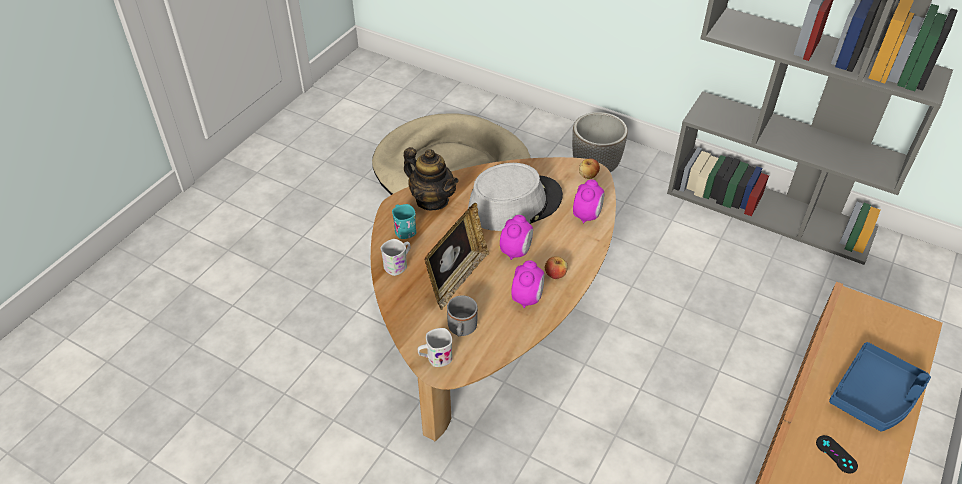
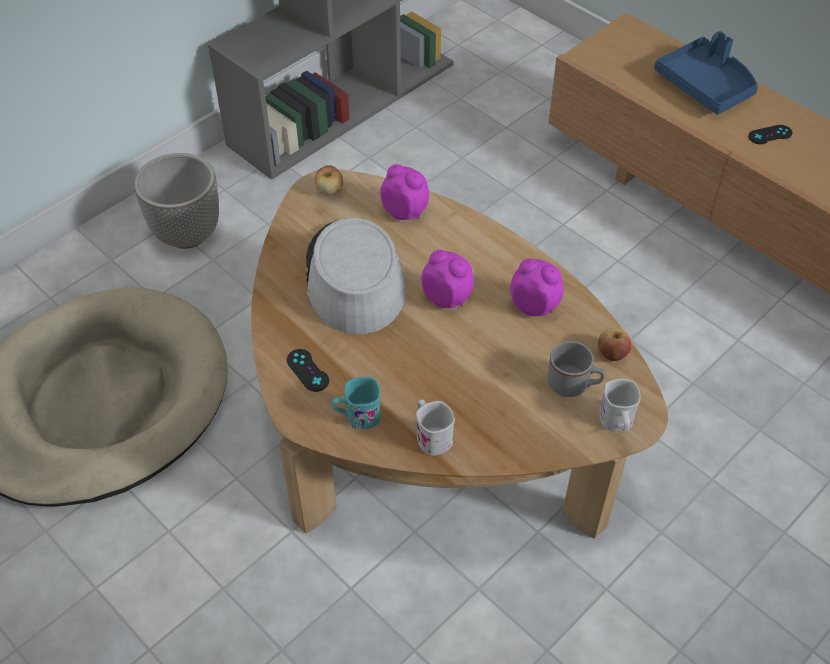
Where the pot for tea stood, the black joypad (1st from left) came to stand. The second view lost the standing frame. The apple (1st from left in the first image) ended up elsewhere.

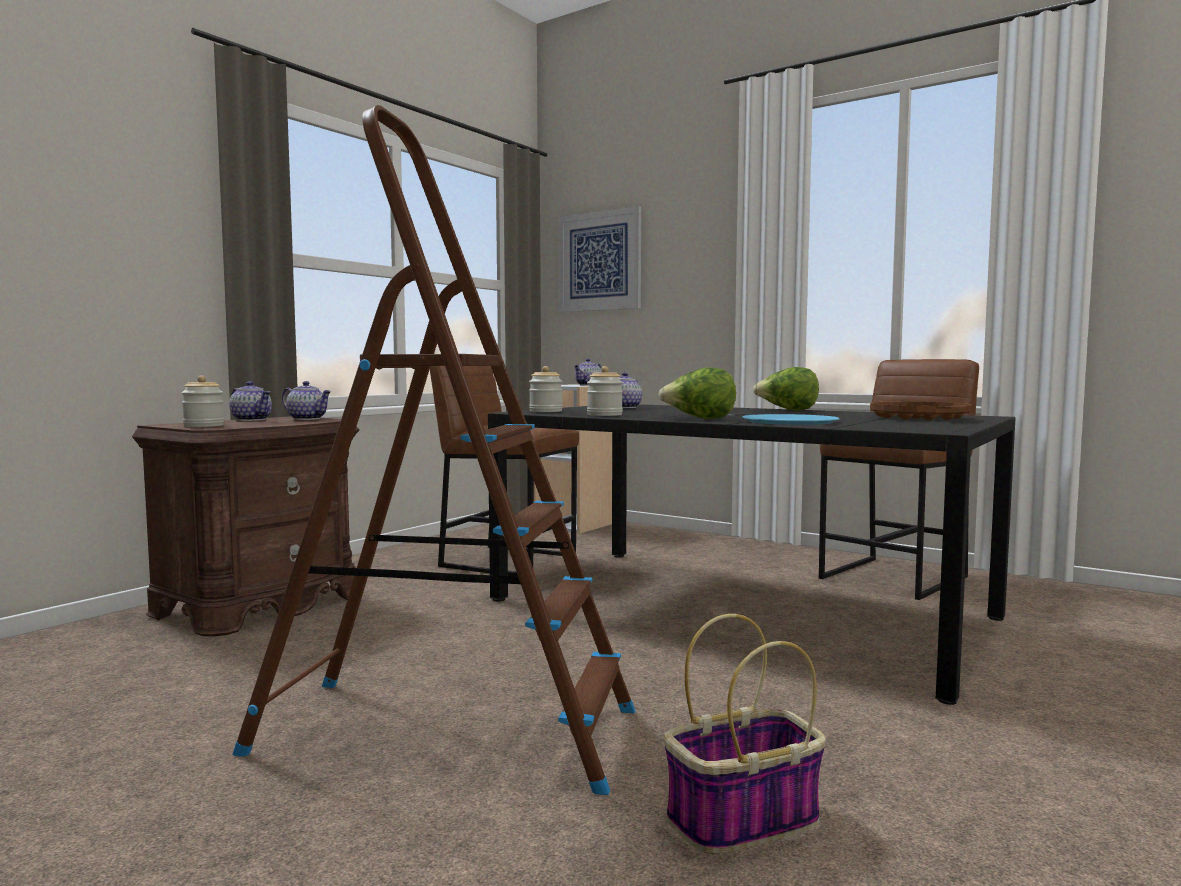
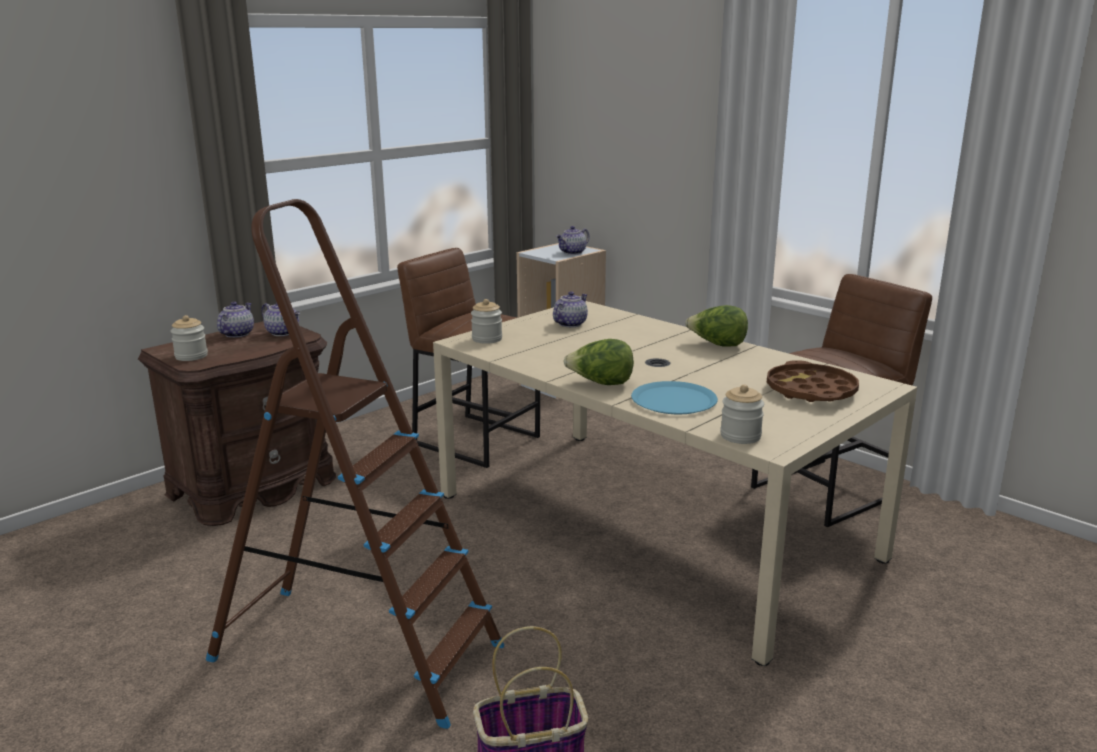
The second view lost the picture. The jar (3rd from left) ended up elsewhere. The pot for tea (1st from left) ended up facing another way, 120 degrees counterclockwise from before. What was the black dinner table turned into the beige-coloured dinner table.

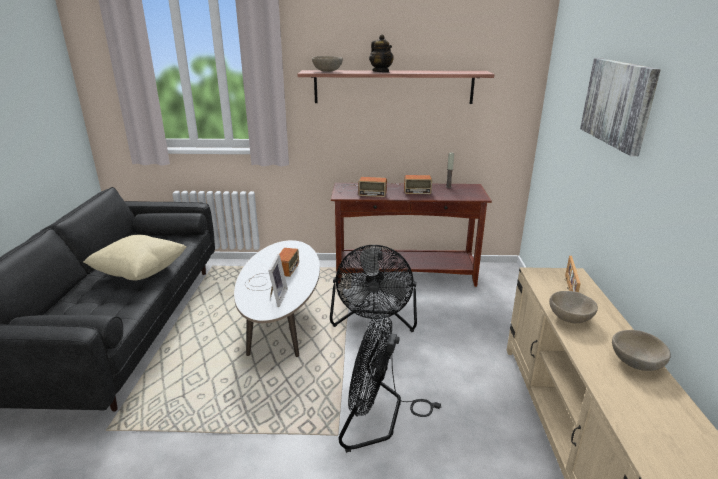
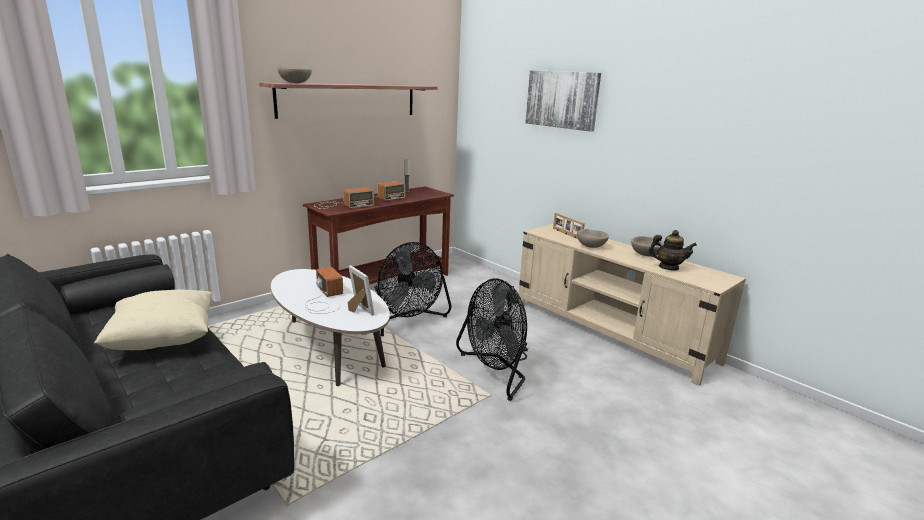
The pot for tea ended up elsewhere.

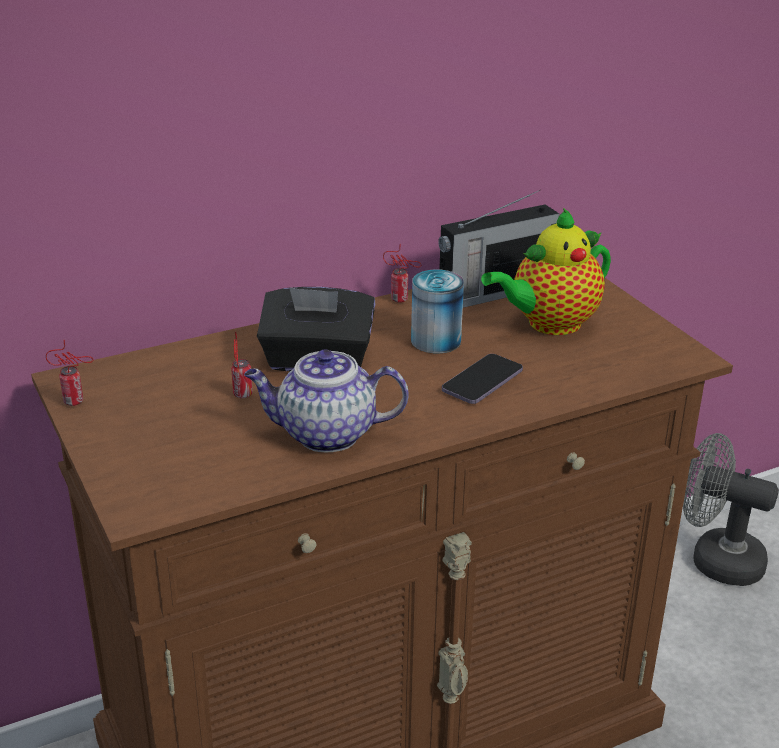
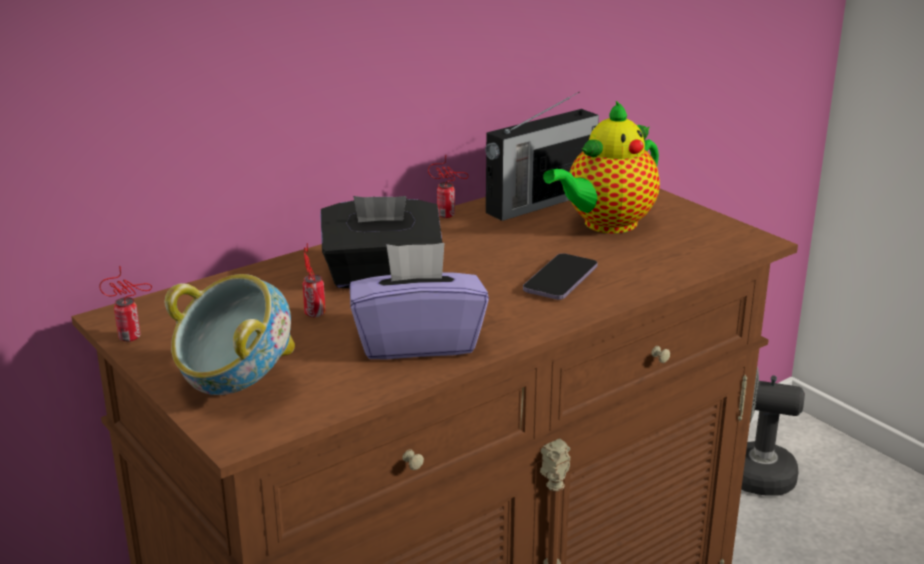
The second view lost the sealed can (4th from left). Where the pot for tea (1st from left) stood, the purple tissue box came to stand. The second view gained the serving bowl.

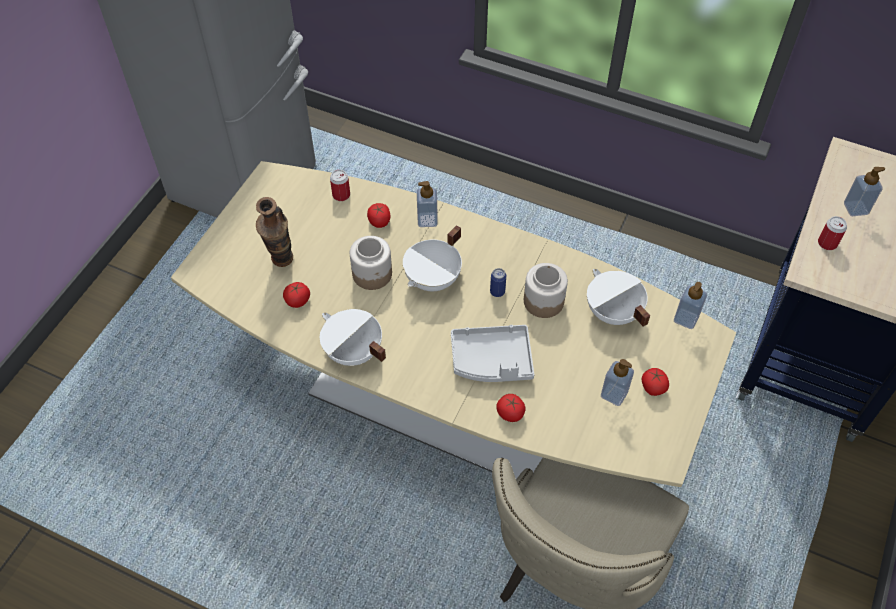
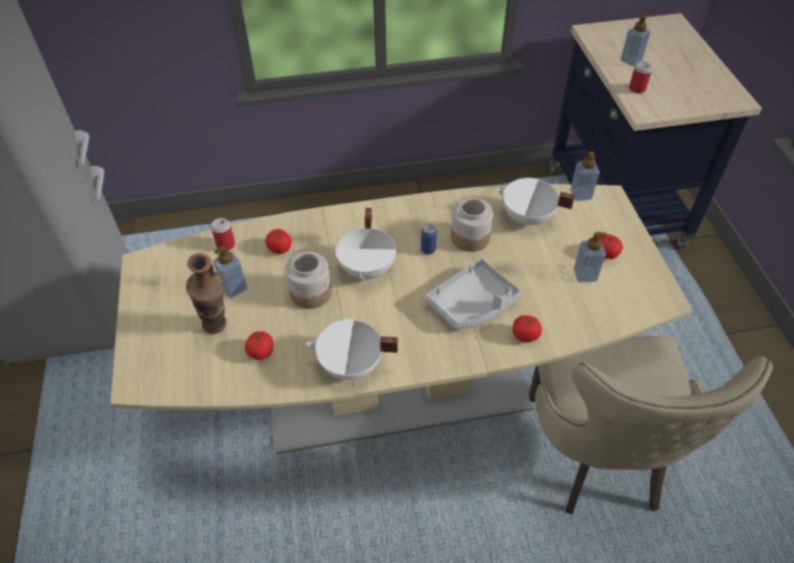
The soap bottle (1st from left) ended up elsewhere.

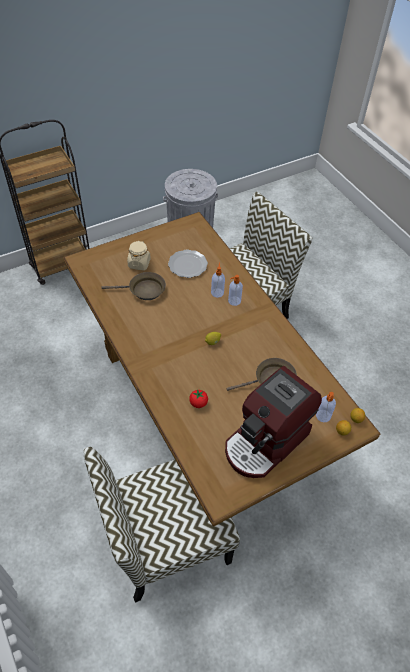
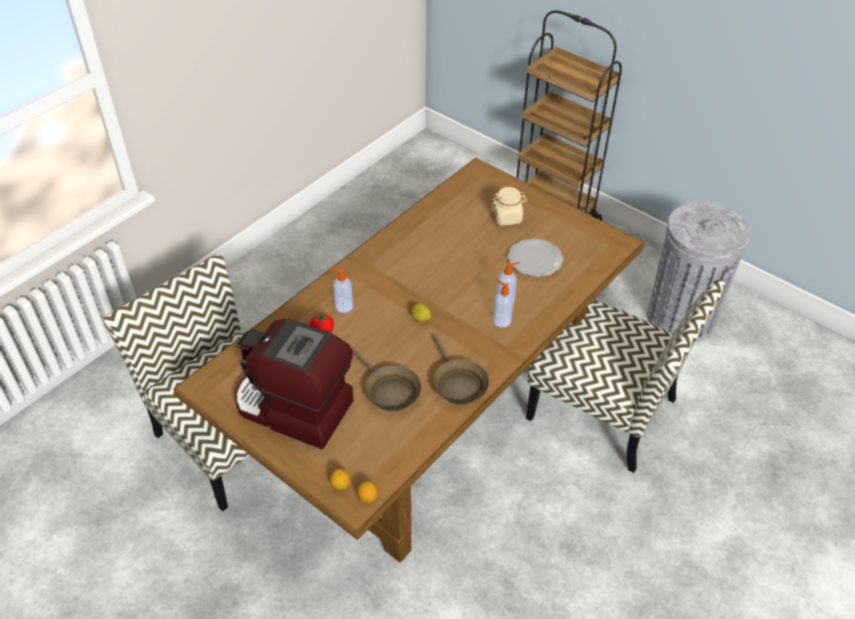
The brownish skillet (1st from left in the first image) ended up elsewhere. The soap bottle (3rd from left in the first image) ended up elsewhere.

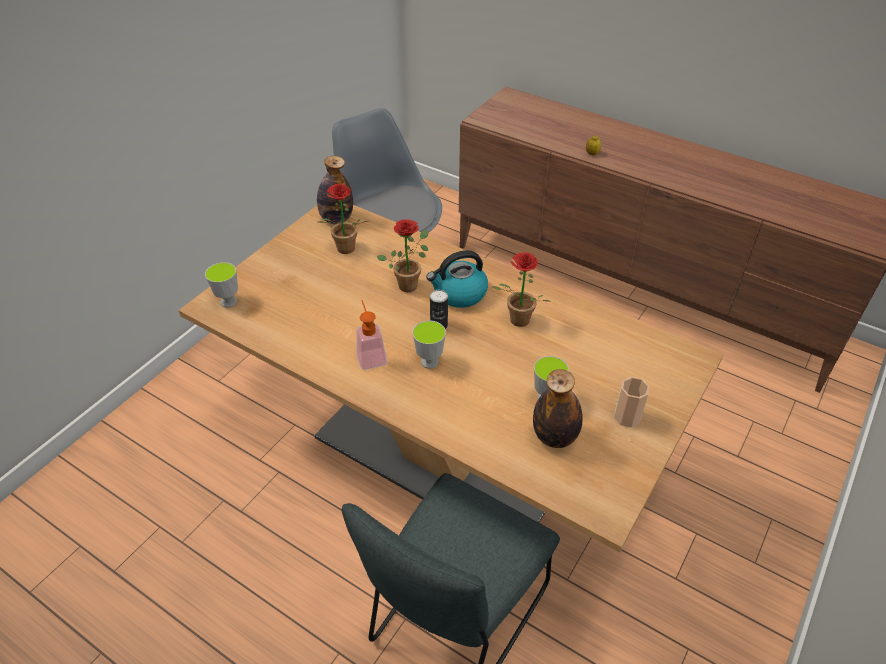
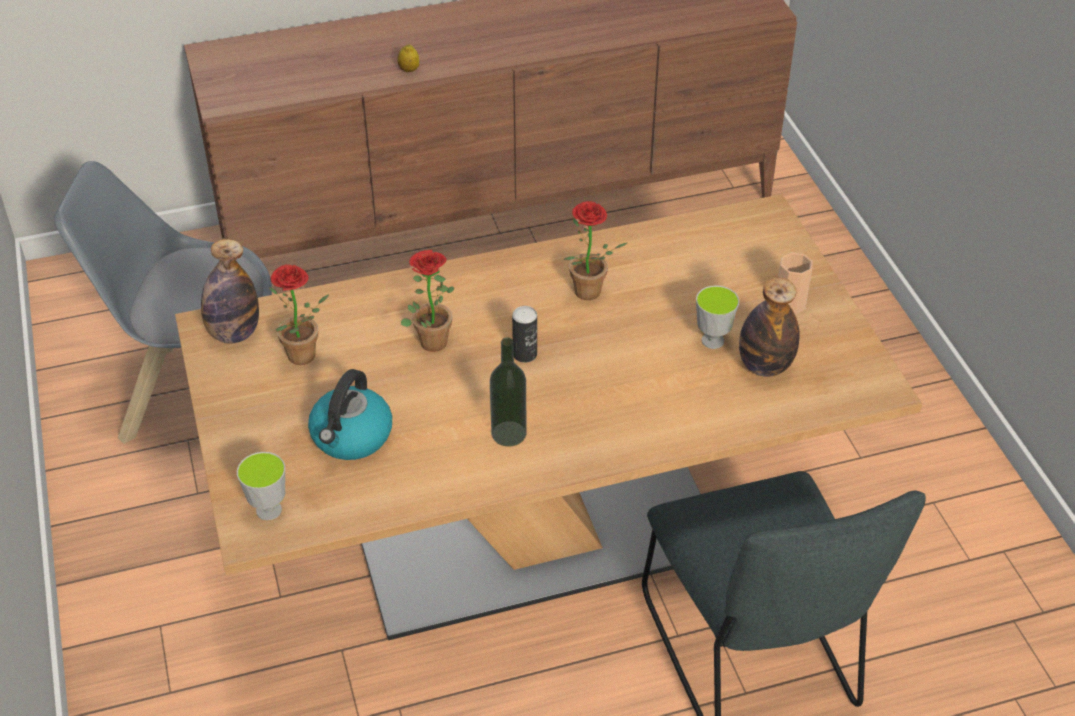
The tea kettle ended up elsewhere. Where the soap bottle stood, the drink bottle (2nd from left) came to stand. The second view lost the drinking cup (2nd from left).

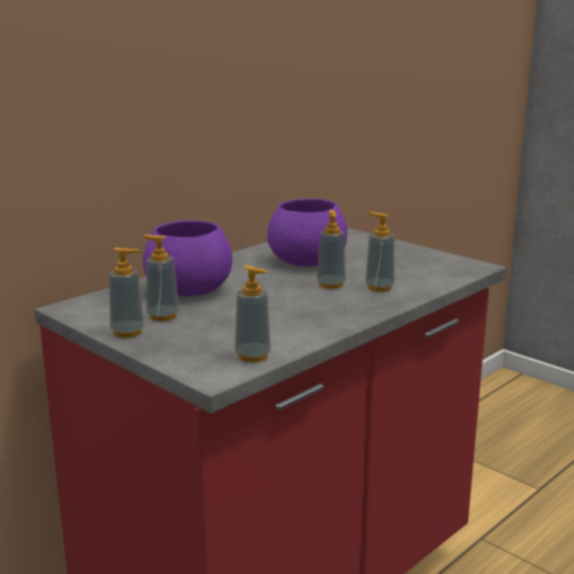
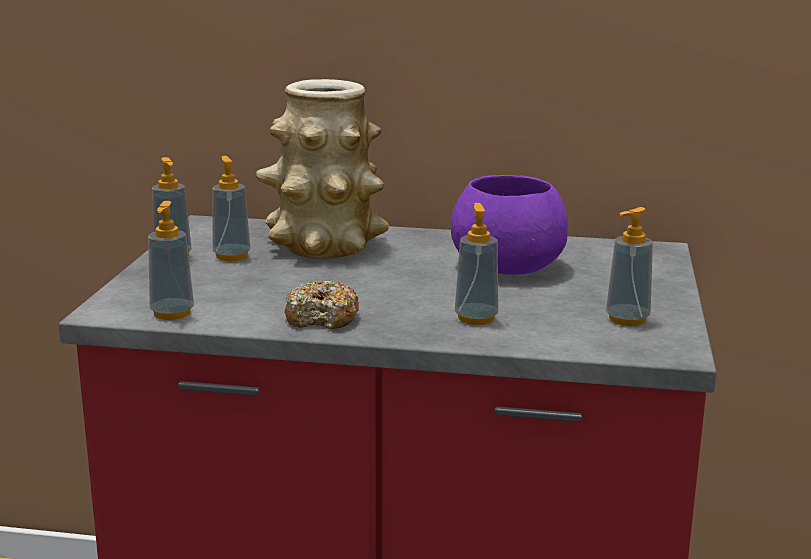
The soap bottle (4th from left in the first image) ended up elsewhere. Where the purple serving bowl (1st from left) stood, the flower vase came to stand. The second view gained the ring doughnut.

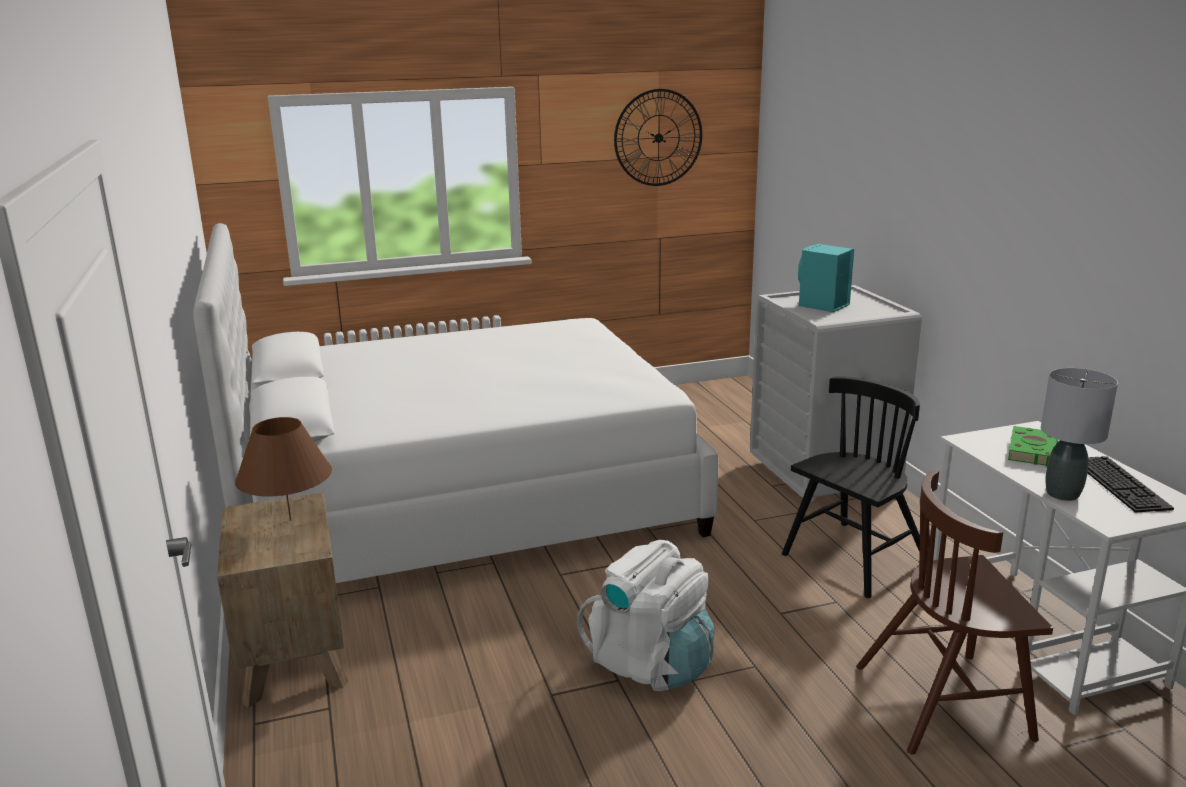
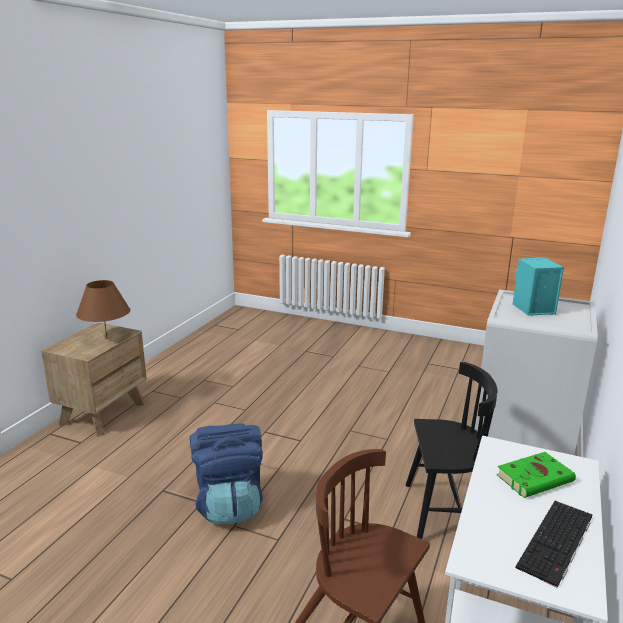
The second view lost the wall clock. The second view lost the white-coloured sleeping bed. The second view lost the grey table lamp. What was the white-coloured backpack turned into the bluish backpack.

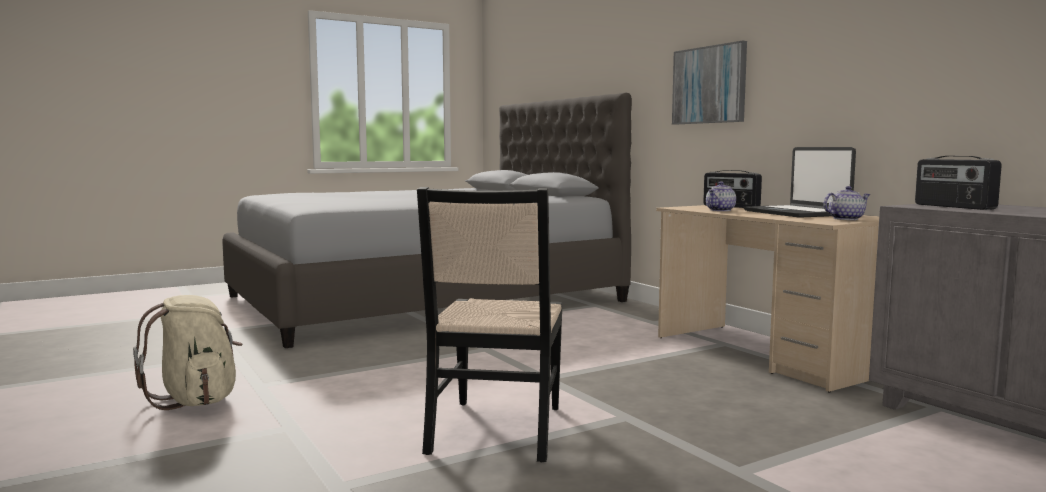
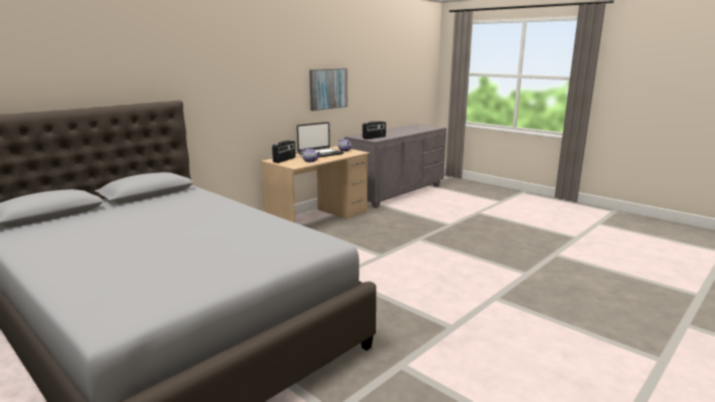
The picture ended up elsewhere. The second view lost the upright chair. The second view lost the beige-coloured backpack.

